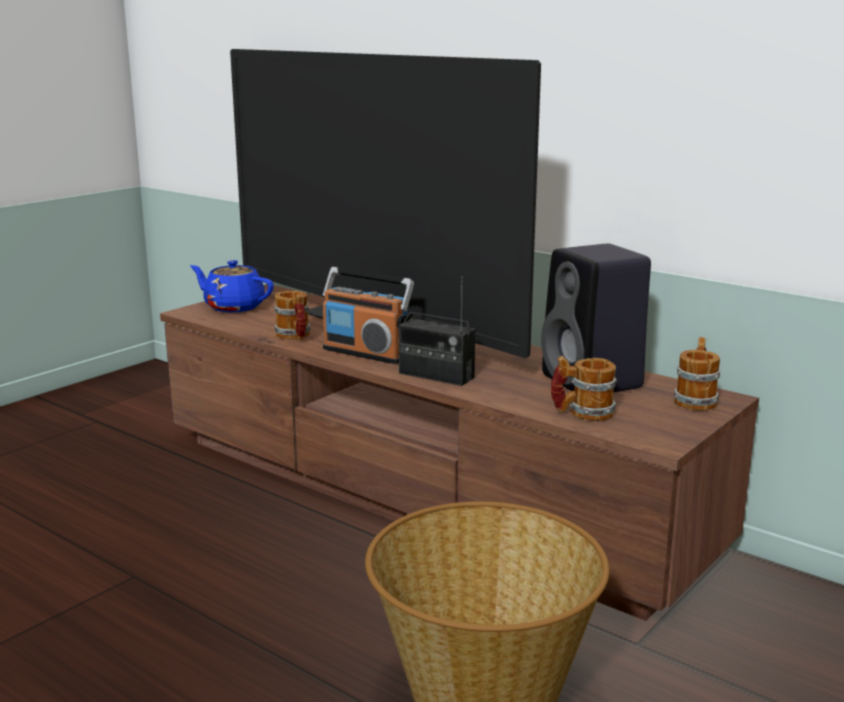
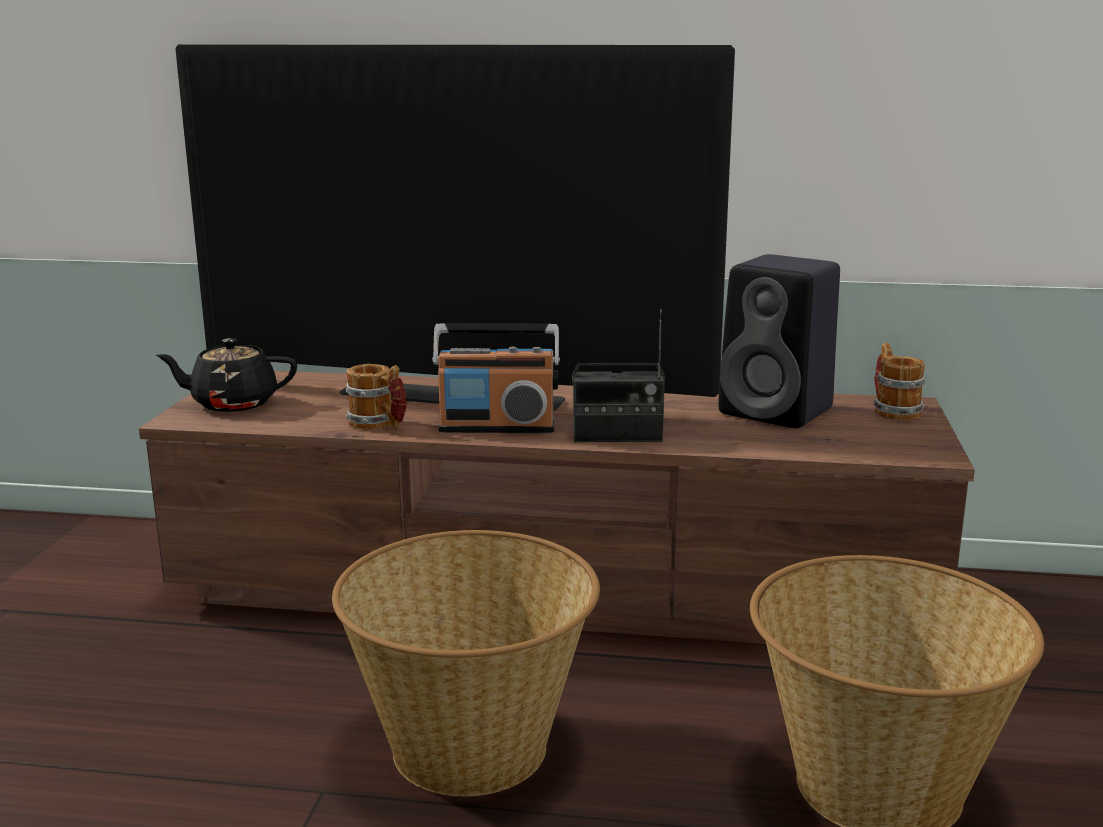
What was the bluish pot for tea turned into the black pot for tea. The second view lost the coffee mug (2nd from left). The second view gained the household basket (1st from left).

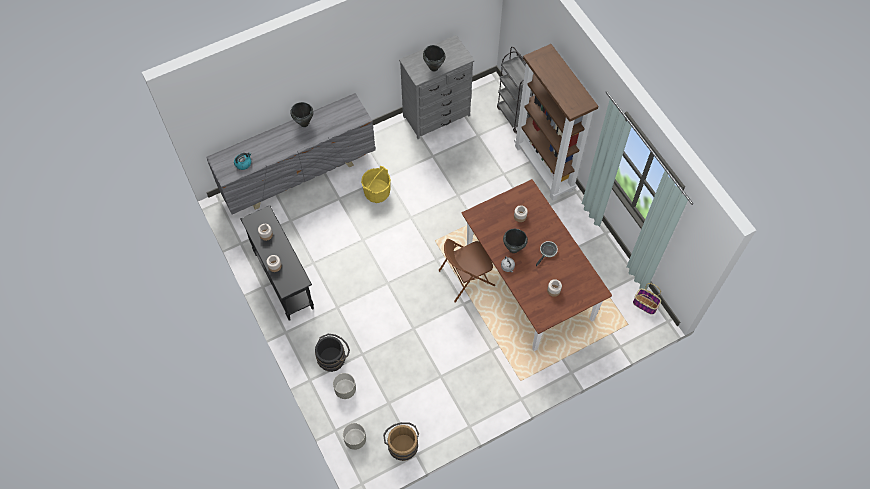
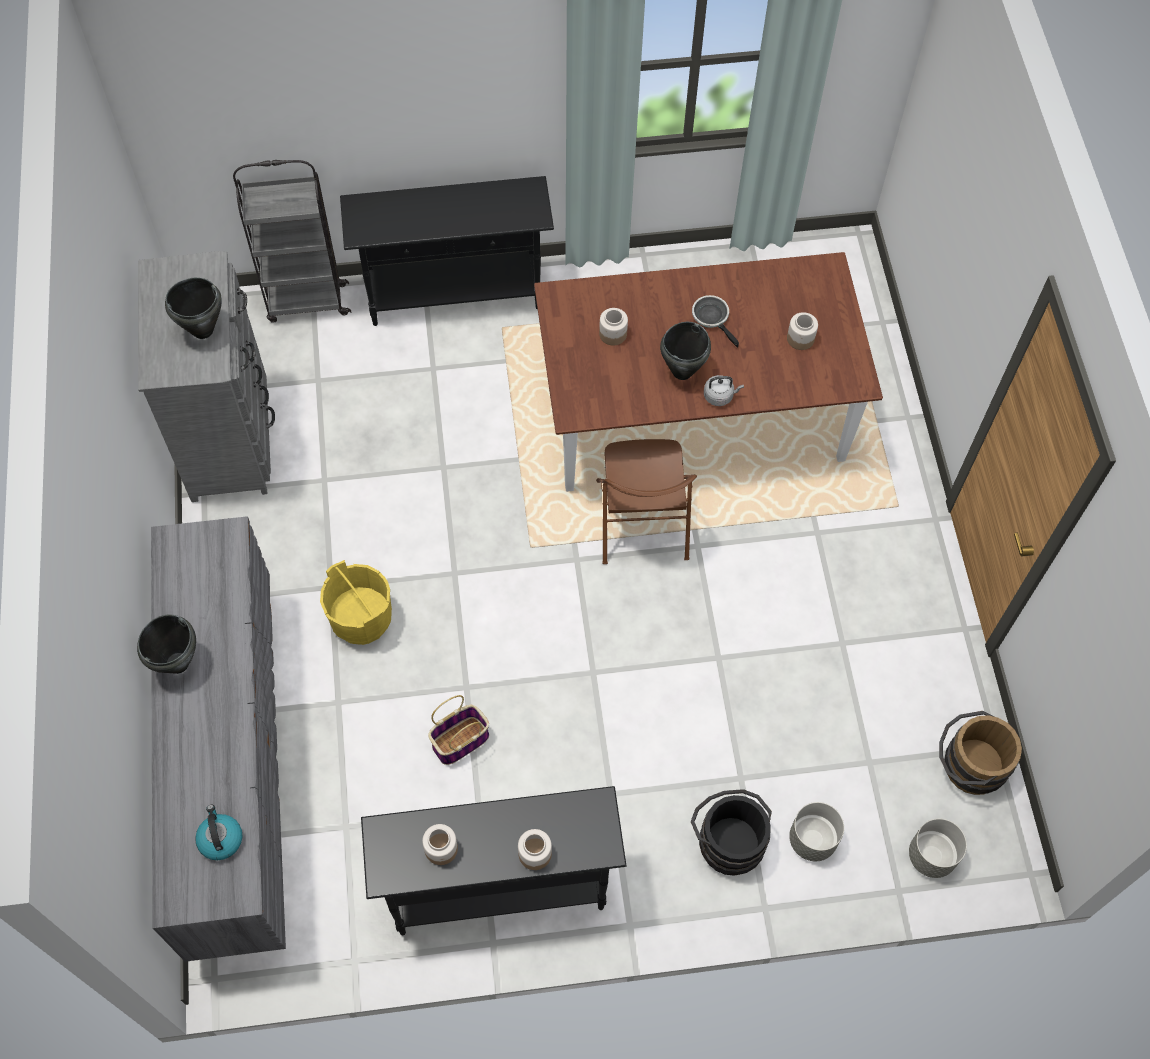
Where the brownish bookshelf stood, the black narrow table (1st from left) came to stand. The household basket ended up elsewhere.

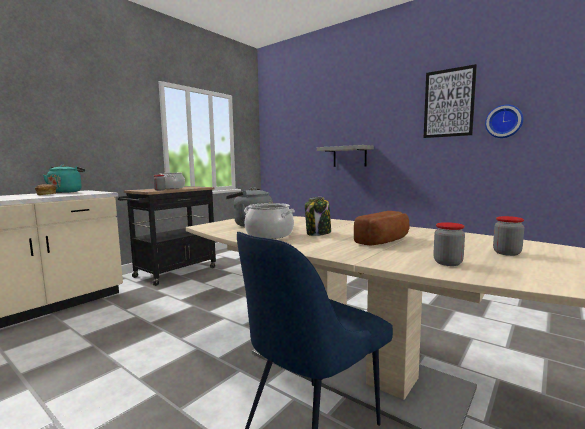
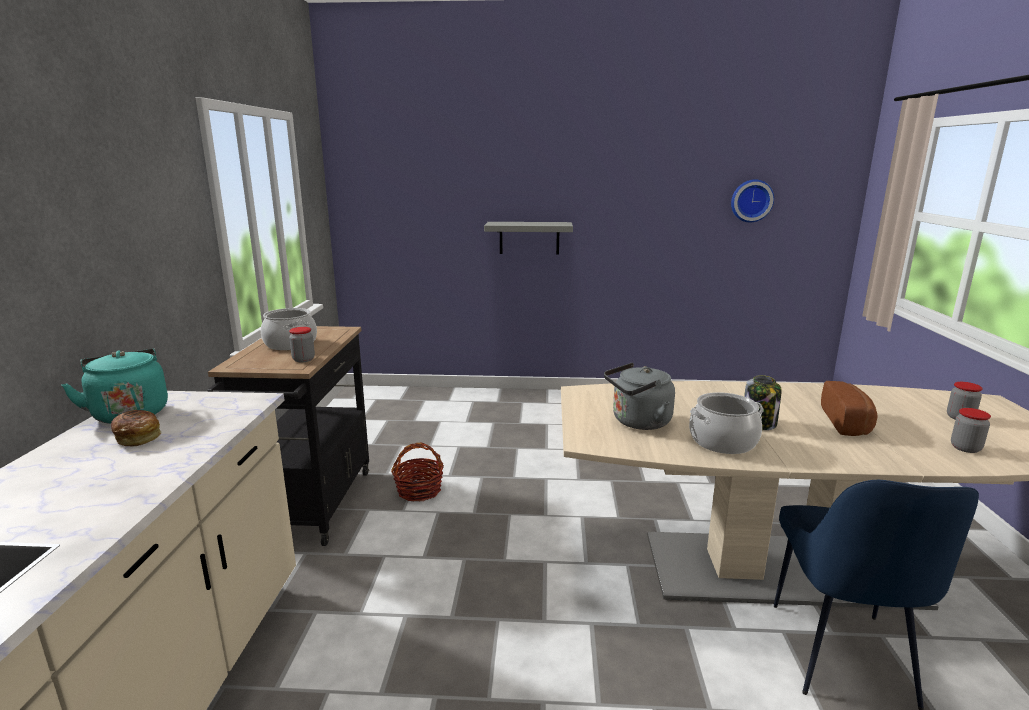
The second view lost the picture. The second view gained the household basket.

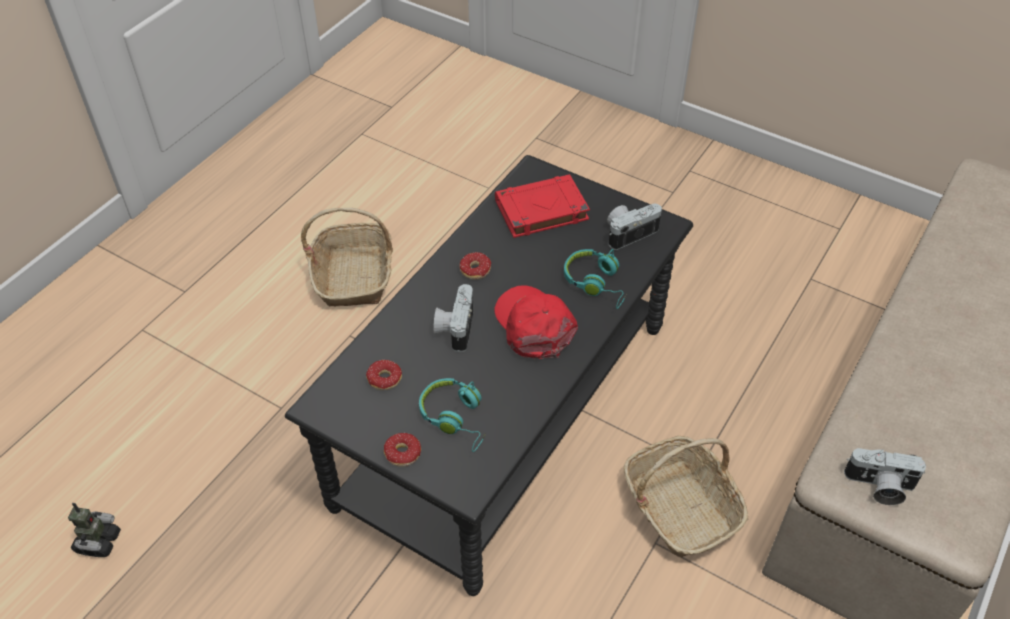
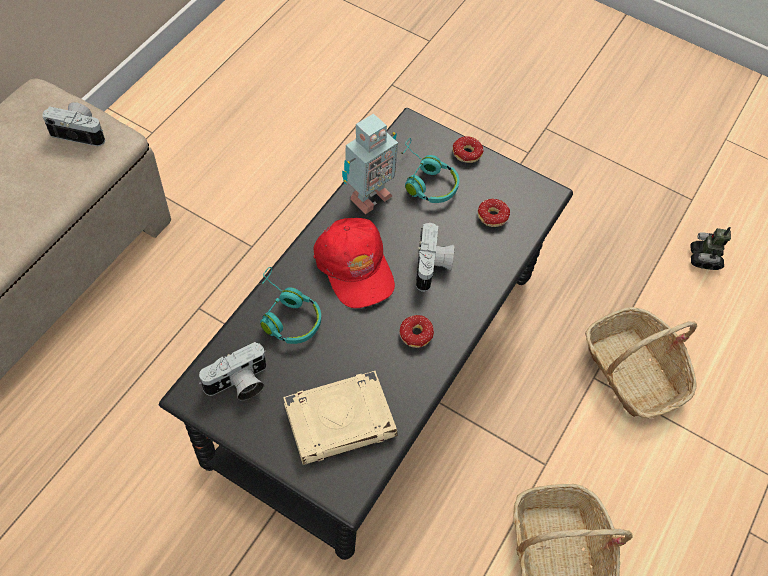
What was the reddish book turned into the beige-coloured book. The household basket (2nd from left) ended up elsewhere. The second view gained the model robot (1st from left).

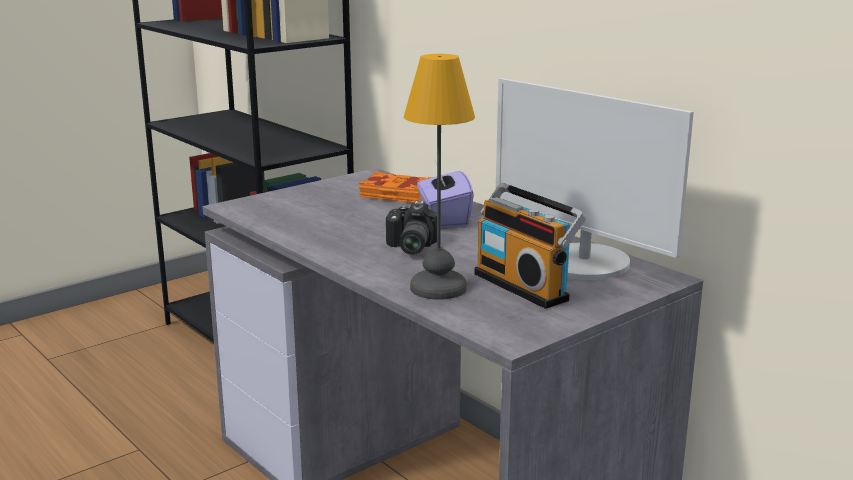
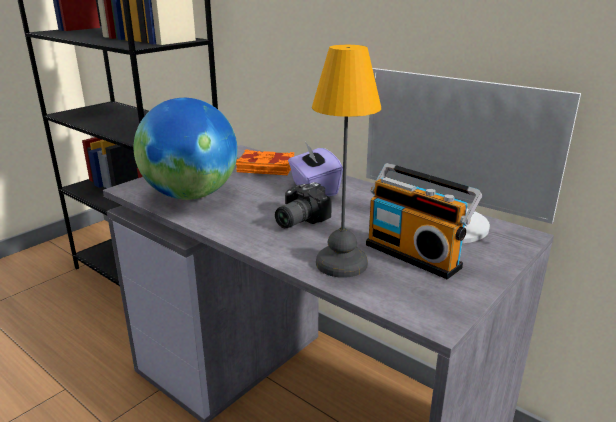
The photo camera ended up facing another way, 45 degrees clockwise from before. The second view gained the world globe.

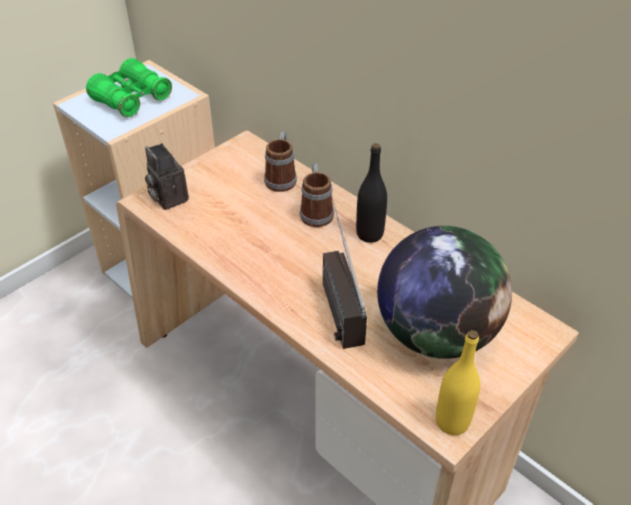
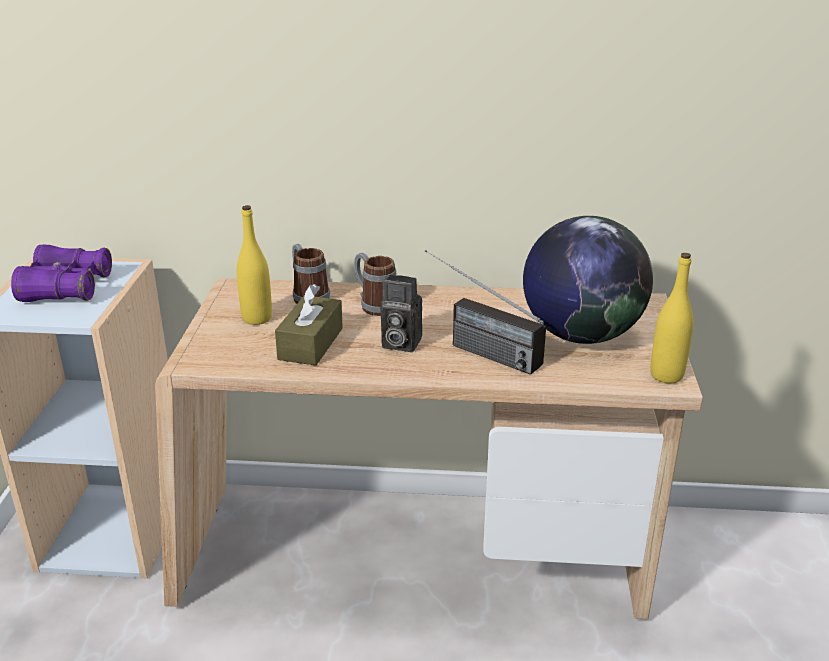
What was the green pair of binoculars turned into the purple pair of binoculars. The photo camera ended up elsewhere. The second view lost the black drink bottle. The second view gained the yellow drink bottle (1st from left). The second view gained the brownish tissue box.

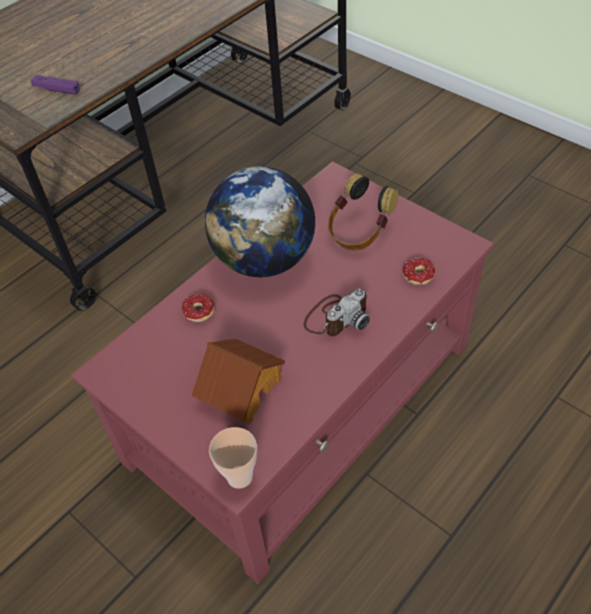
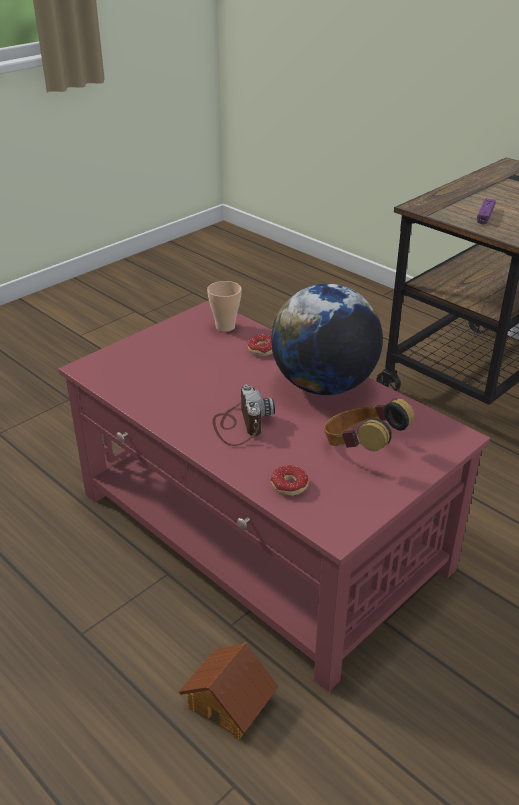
The photo camera ended up facing another way, 150 degrees counterclockwise from before. The miniature house ended up elsewhere. The drinking cup ended up elsewhere.

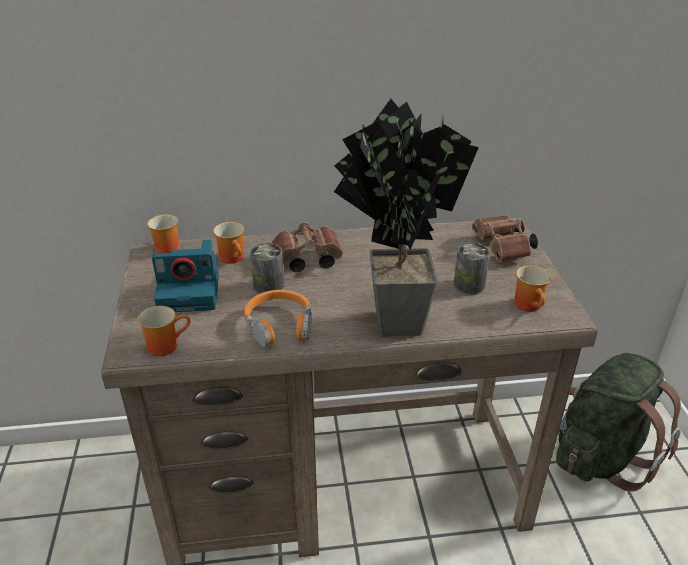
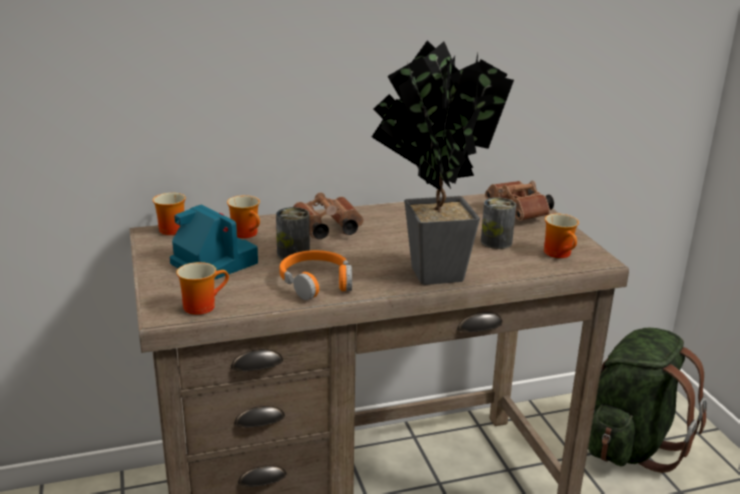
The photo camera ended up facing another way, 120 degrees counterclockwise from before.

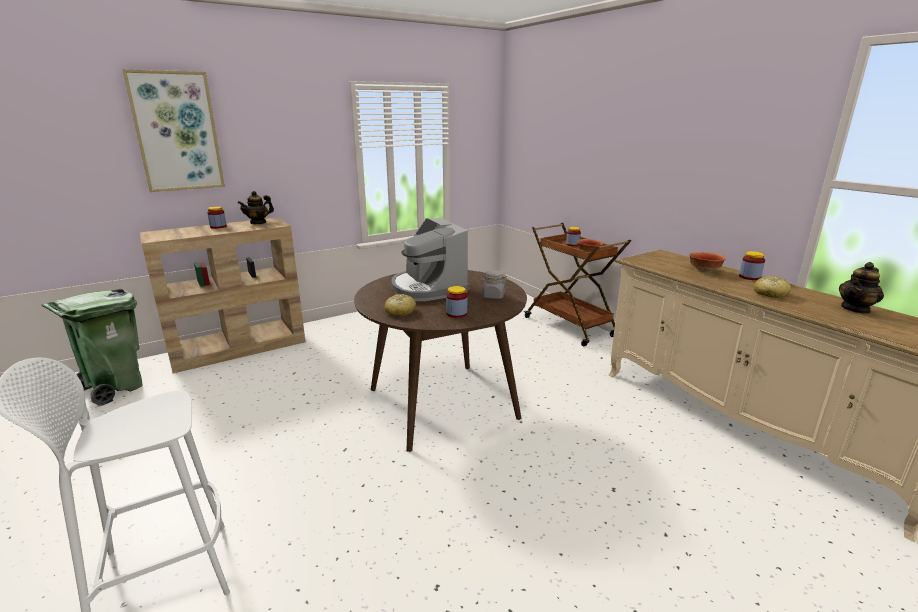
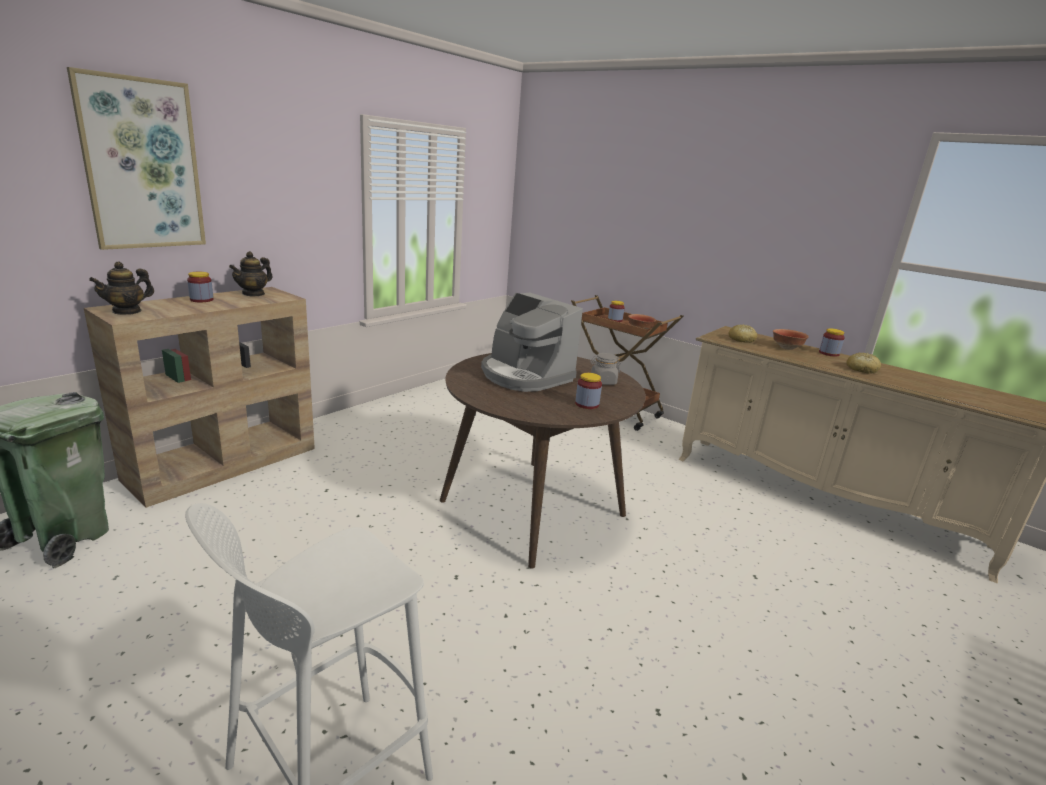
The pot for tea (2nd from left in the first image) ended up elsewhere. The baked bread (1st from left) ended up elsewhere.

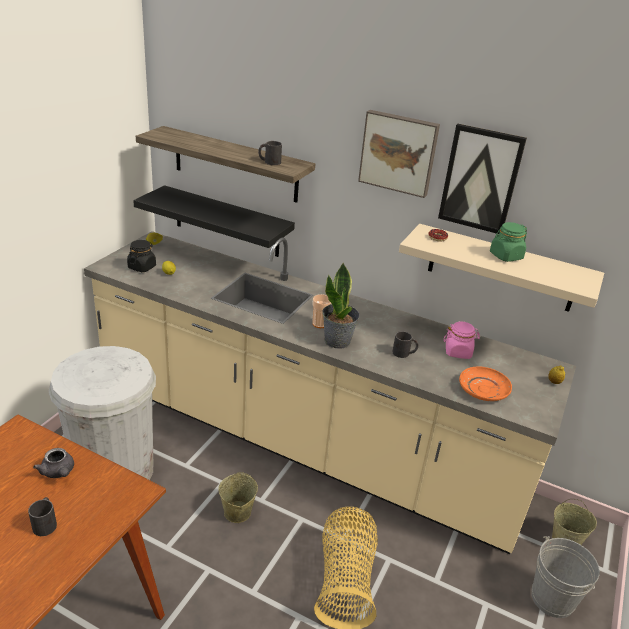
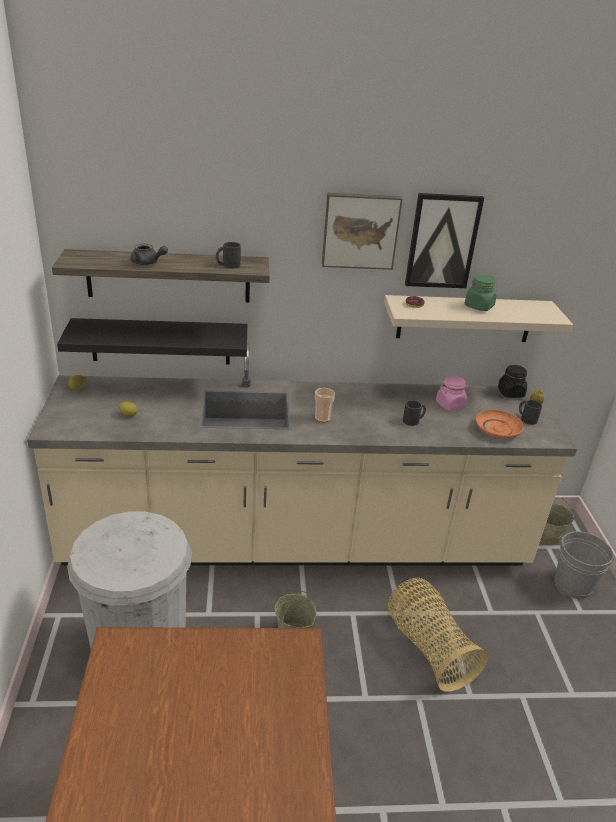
The black jar ended up elsewhere. The second view lost the plant in a pot. The grey pot for tea ended up elsewhere. The black coffee mug (1st from left in the first image) ended up elsewhere.

